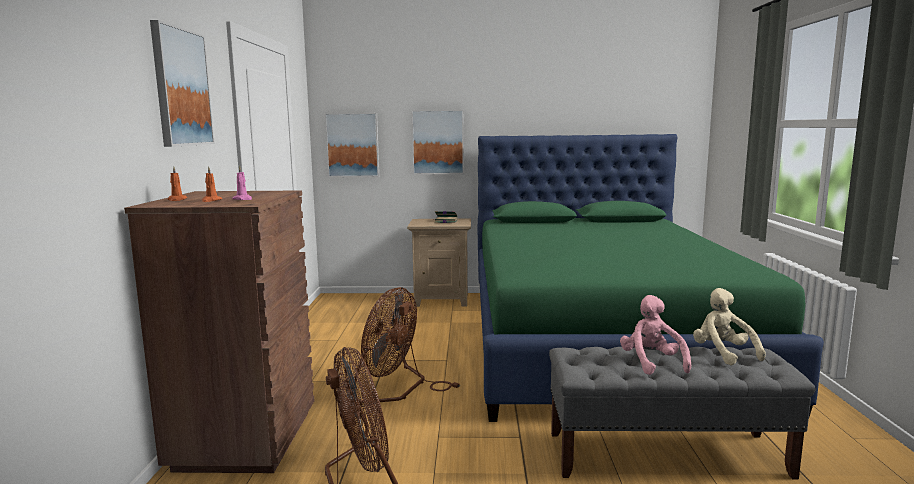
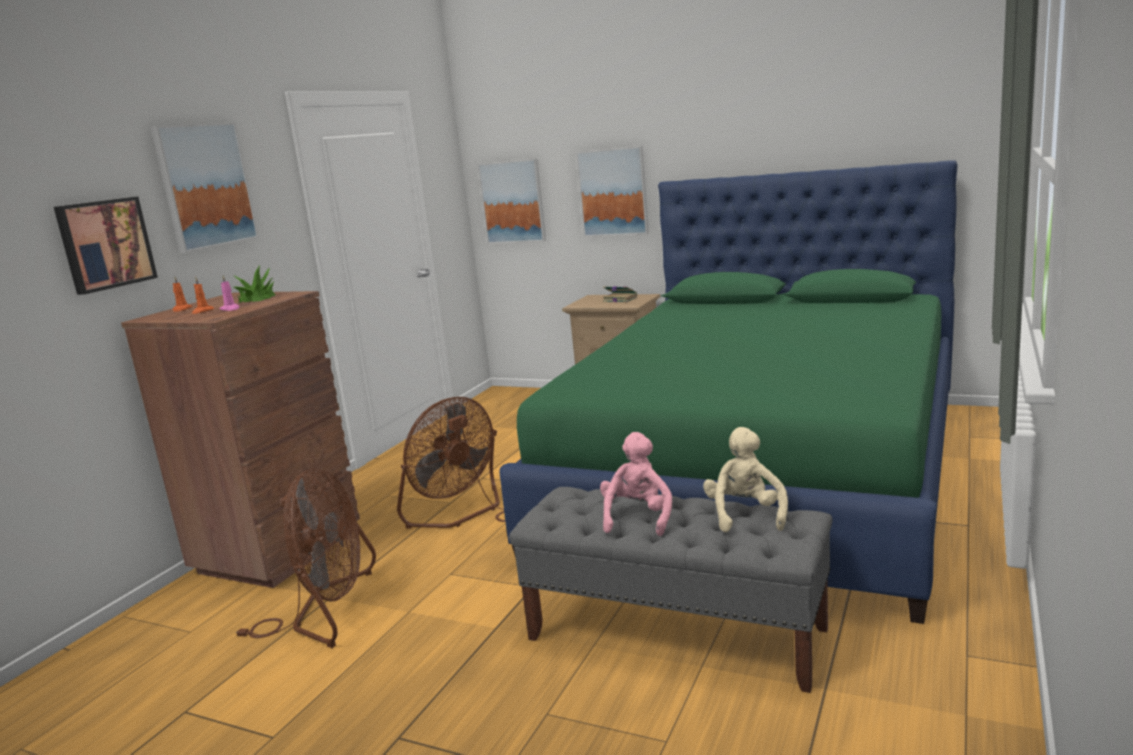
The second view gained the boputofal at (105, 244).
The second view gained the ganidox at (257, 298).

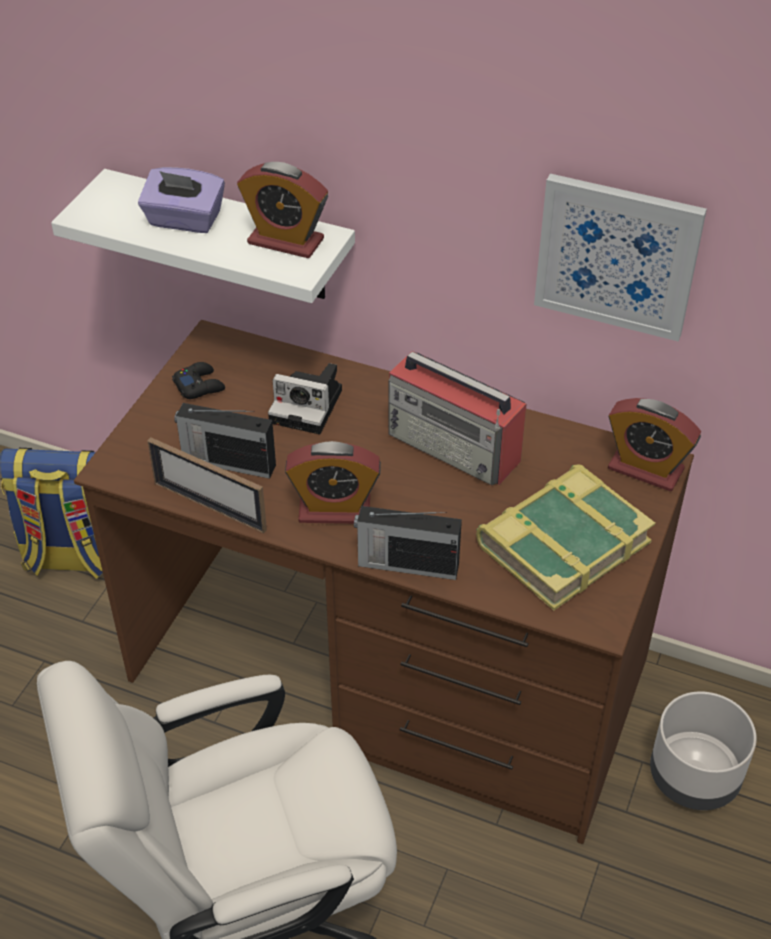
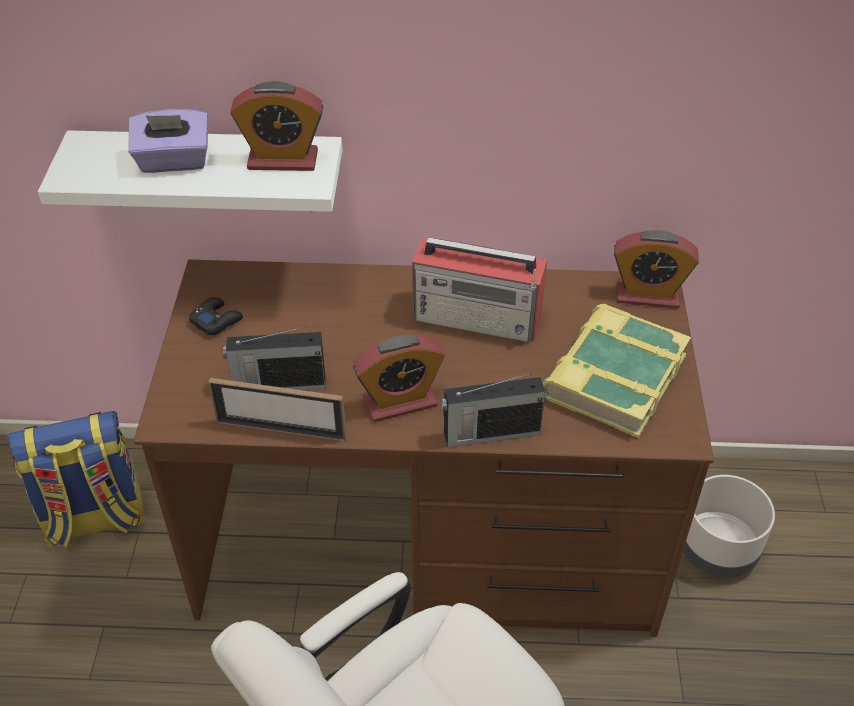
The second view lost the boputofal at (617, 256).
The second view lost the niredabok at (309, 406).

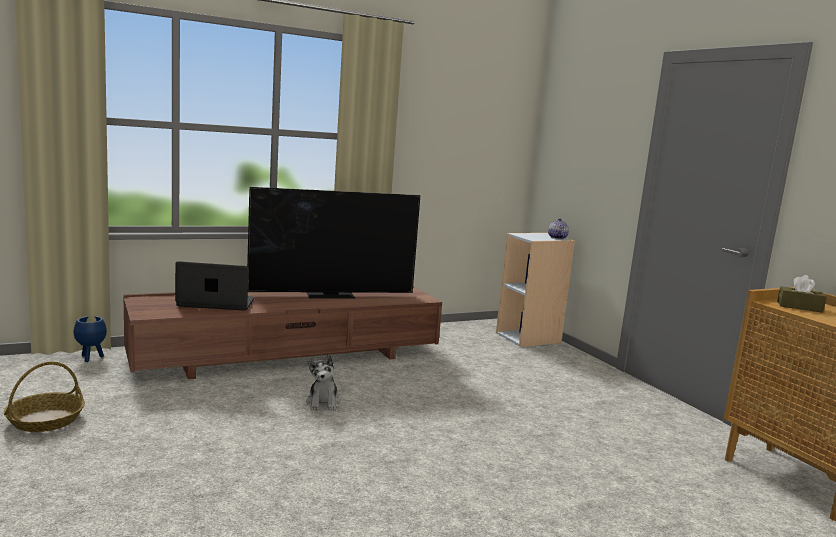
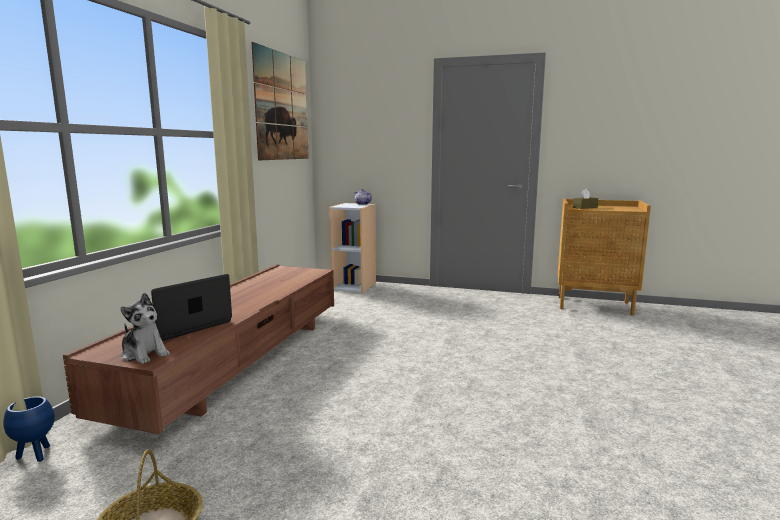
The second view lost the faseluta at (331, 295).
The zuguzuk ended up elsewhere, having gone from (323, 403) to (144, 354).
The second view gained the boputofal at (282, 107).

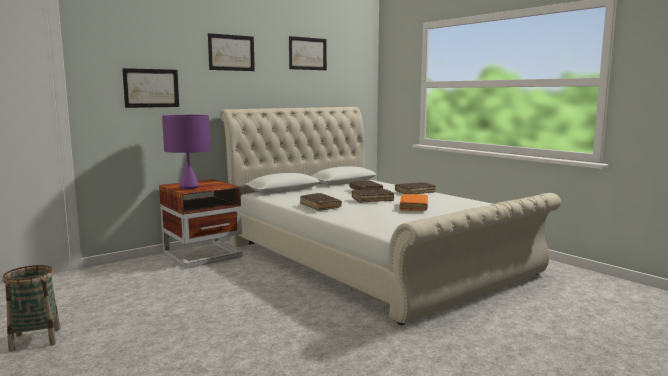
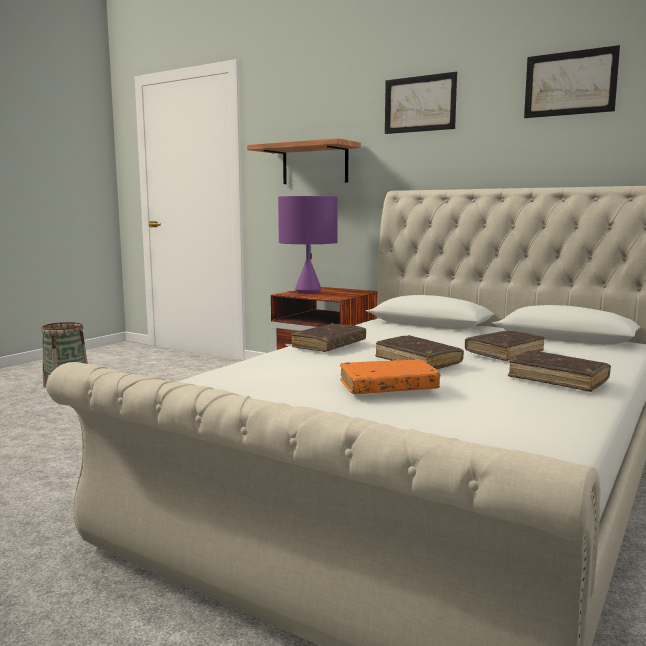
Where the boputofal hung at (151, 88), the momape came to hang at (315, 164).

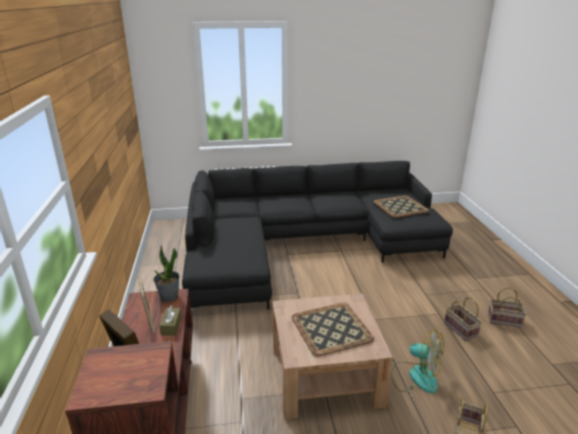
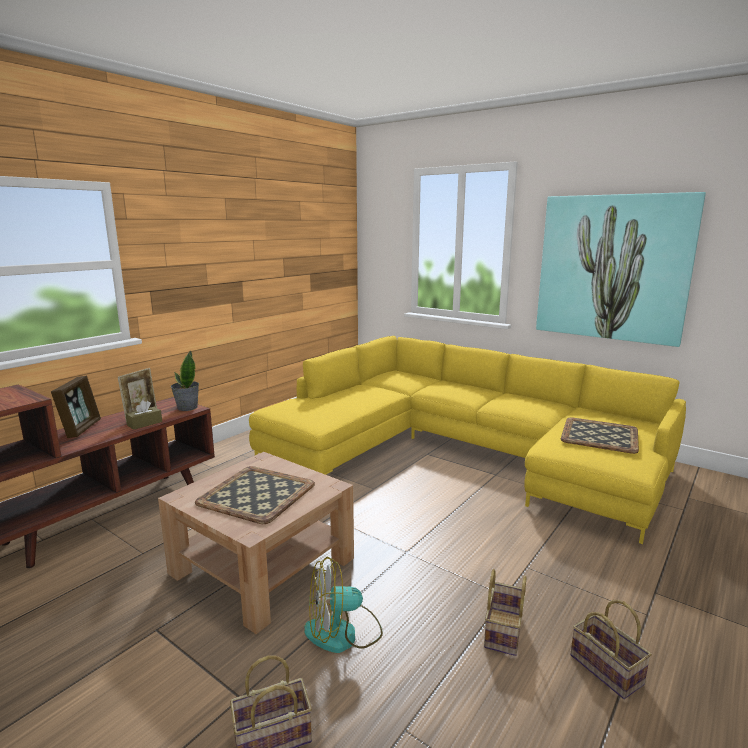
What was the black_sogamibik at (301, 244) turned into the yellow_sogamibik at (458, 451).
The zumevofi at (415, 376) ended up facing another way, 90 degrees clockwise from before.
The second view gained the boputofal at (612, 268).

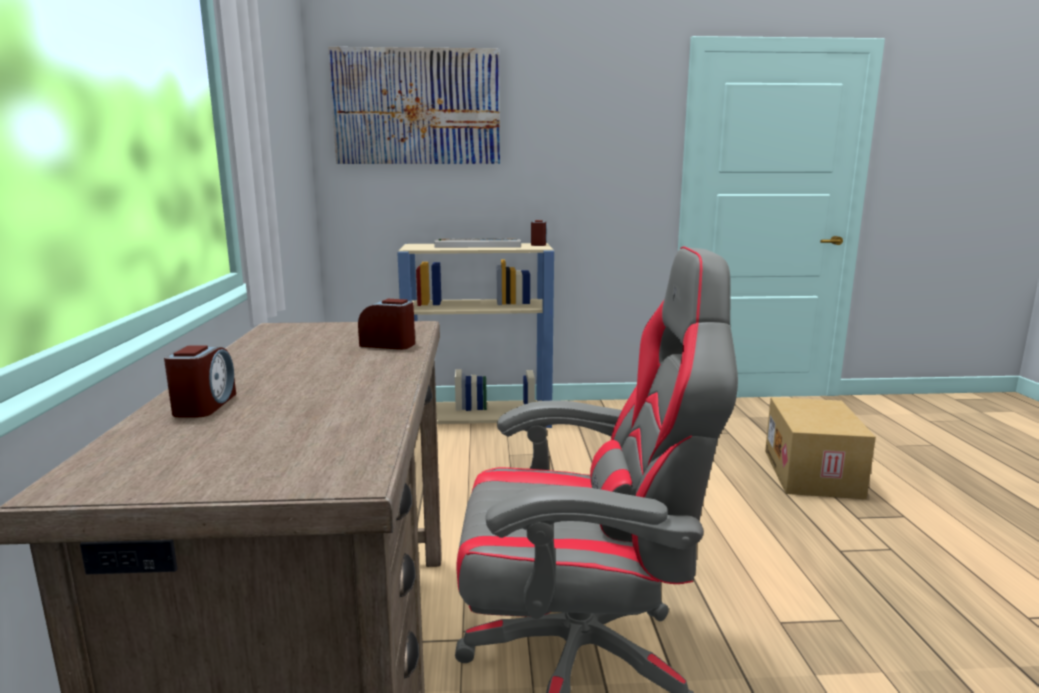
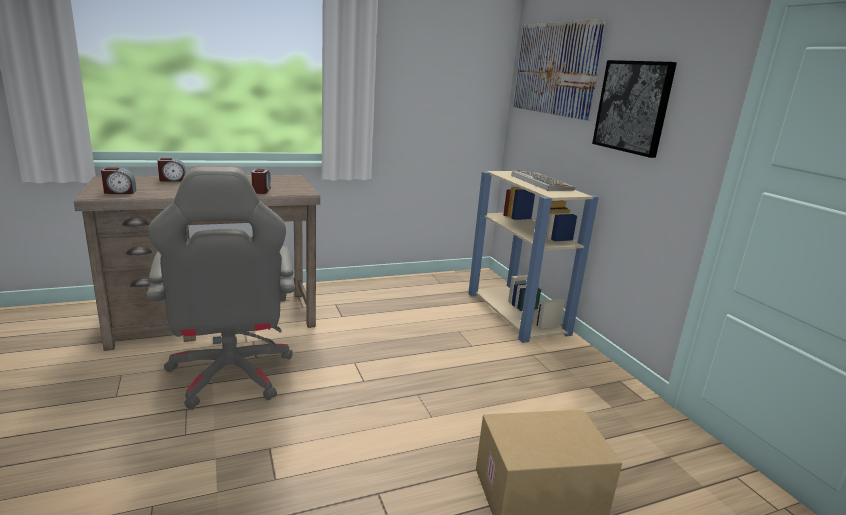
The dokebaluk ended up elsewhere, having gone from (538, 244) to (120, 192).
The second view gained the boputofal at (633, 107).

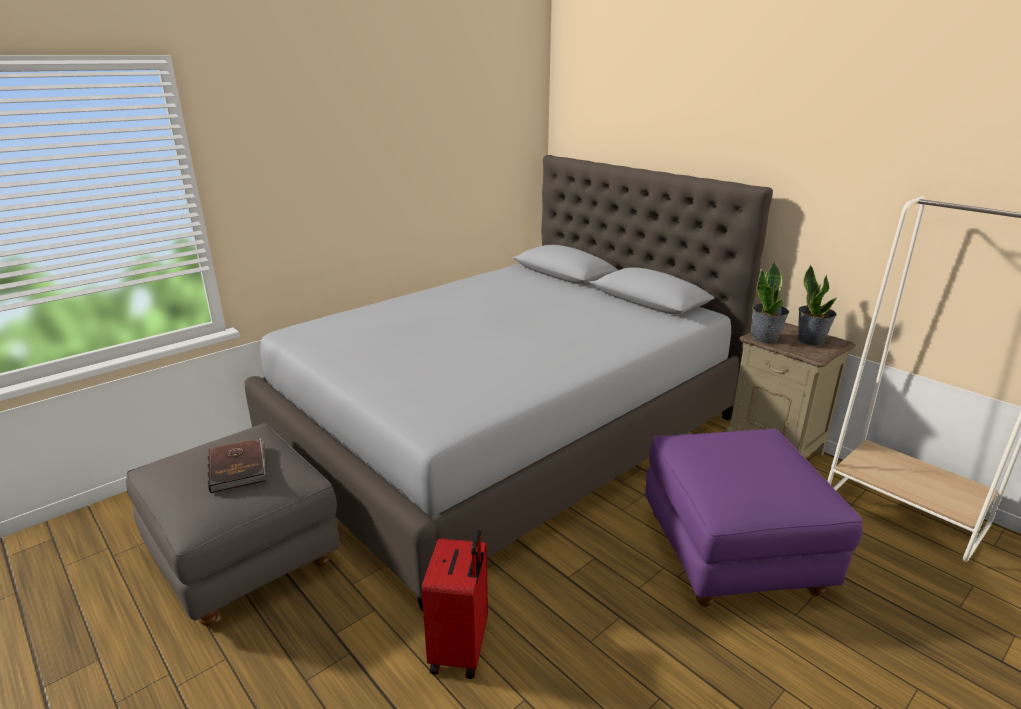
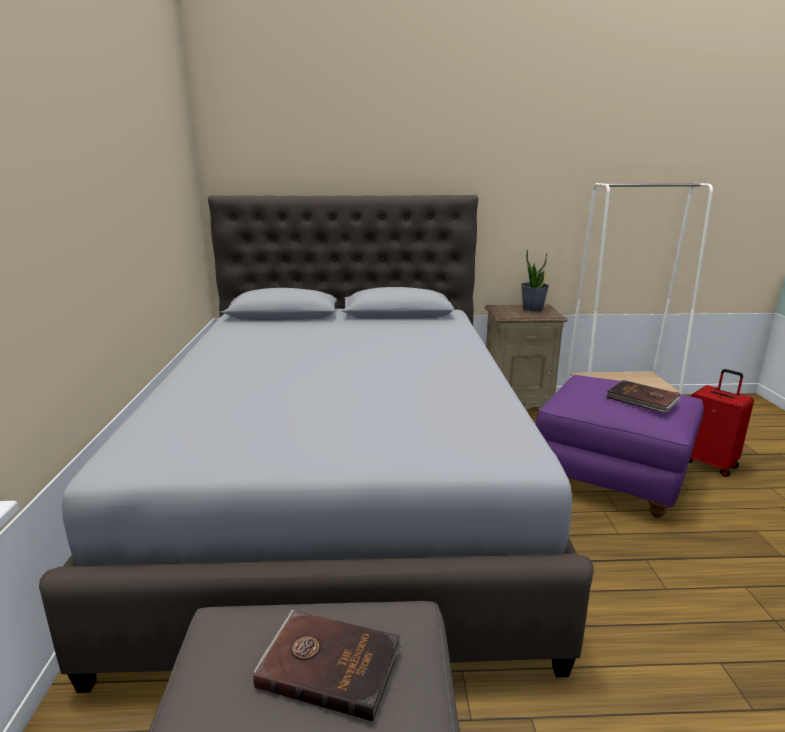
The second view lost the ganidox at (765, 338).
The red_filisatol ended up elsewhere, having gone from (461, 649) to (709, 463).
The second view gained the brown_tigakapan at (642, 399).

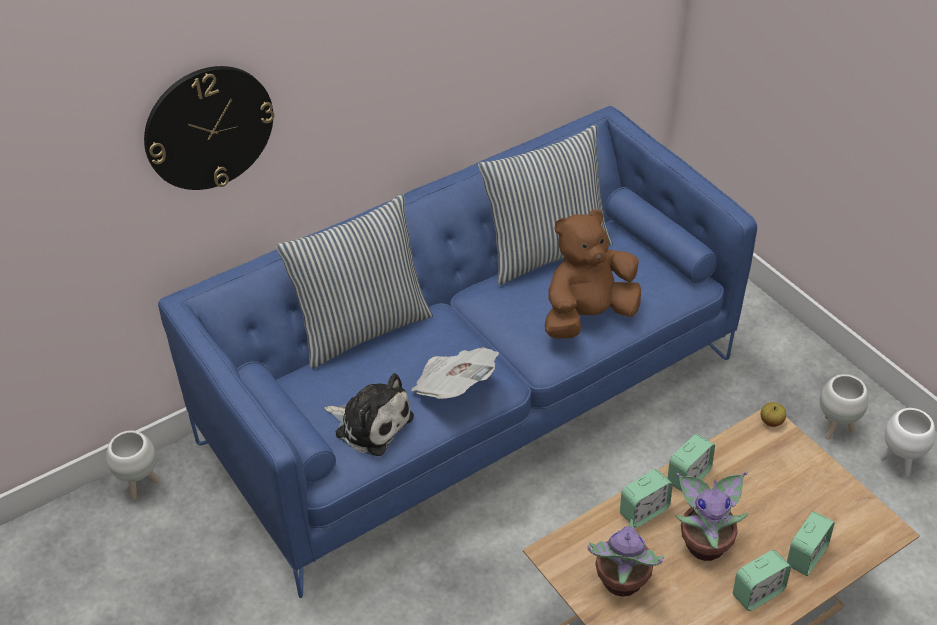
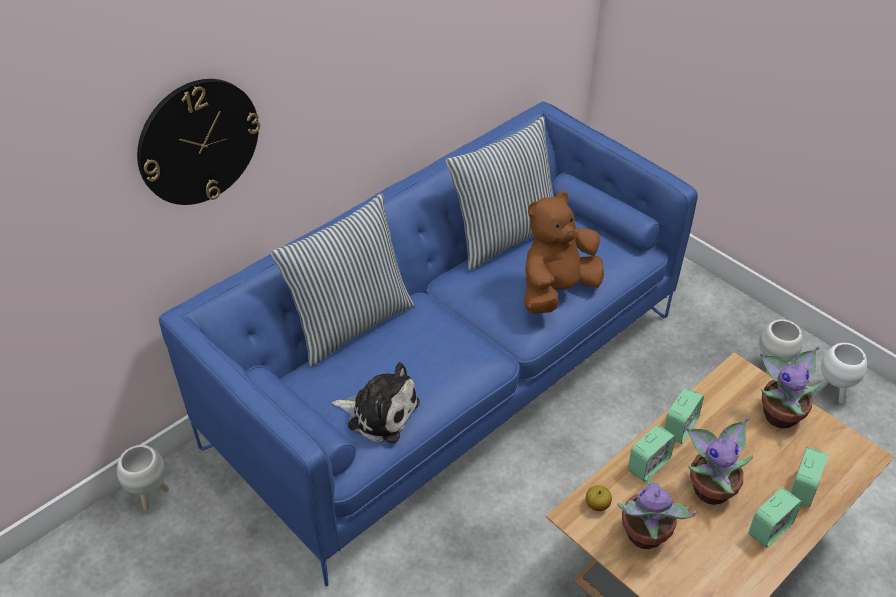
The second view lost the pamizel at (454, 387).
The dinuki ended up elsewhere, having gone from (771, 421) to (597, 504).
The second view gained the ganidox at (779, 413).

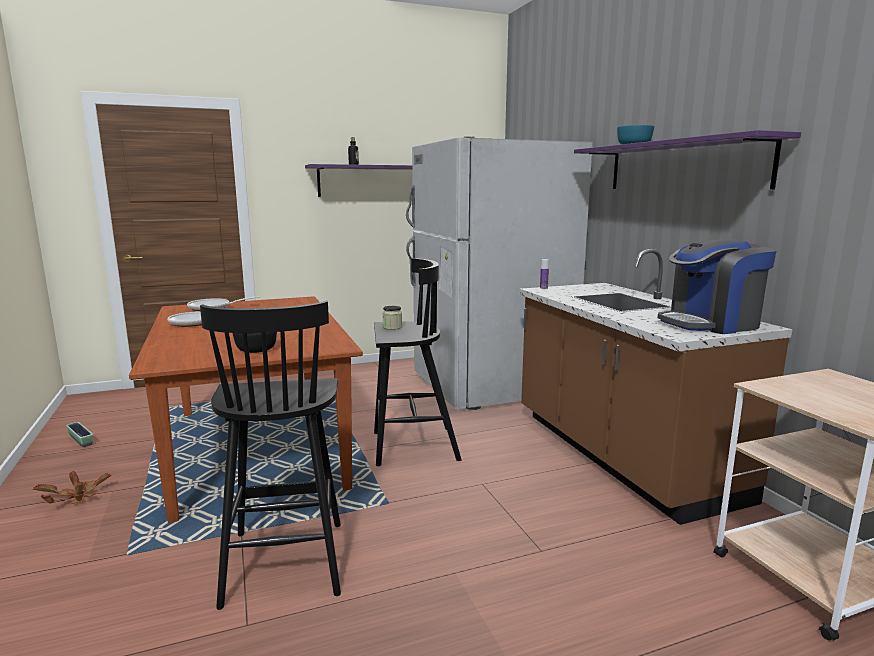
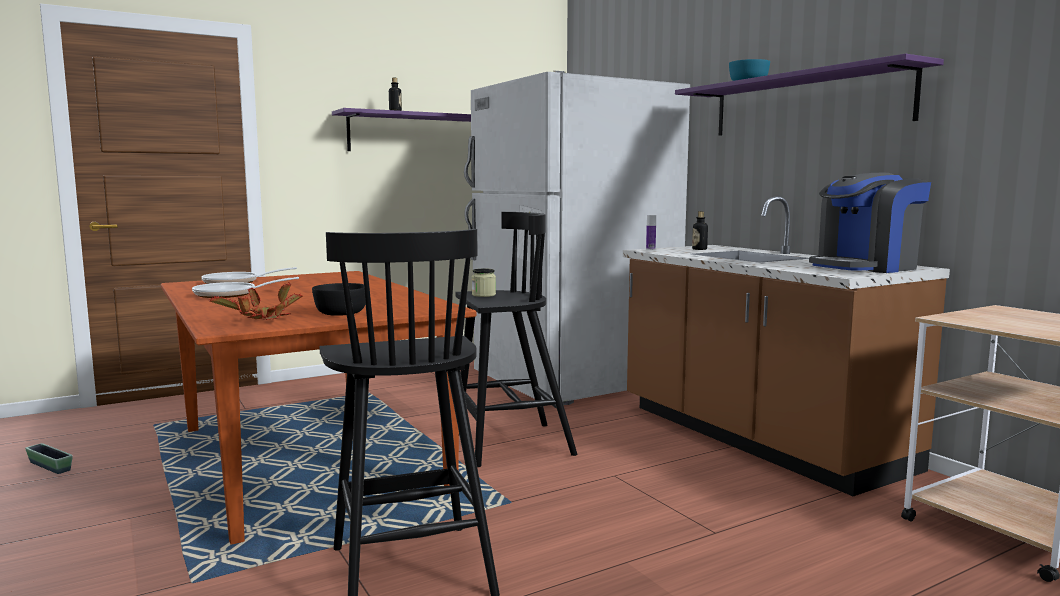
The ganidox ended up elsewhere, having gone from (76, 498) to (262, 320).
The second view gained the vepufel at (699, 249).

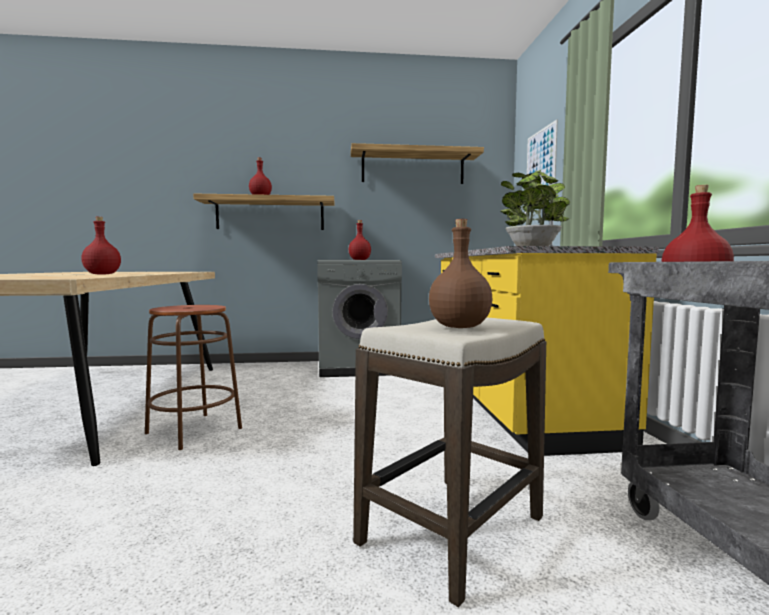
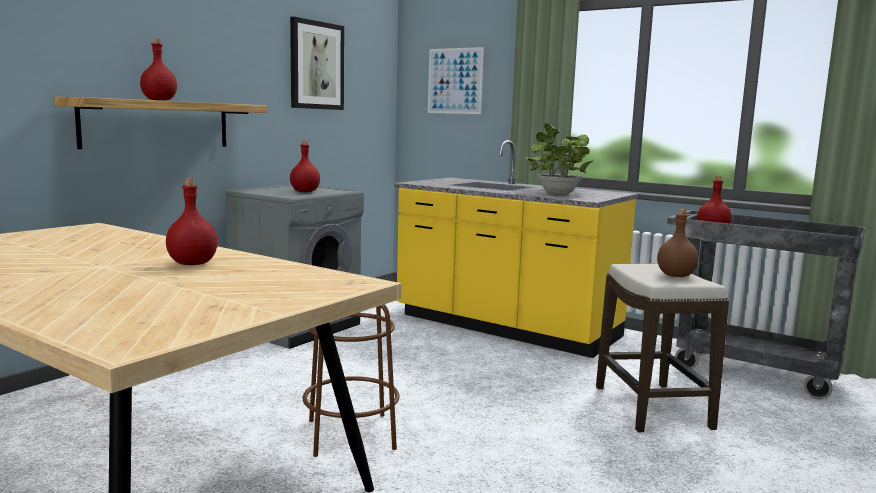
Where the momape hung at (413, 168), the boputofal came to hang at (316, 65).

